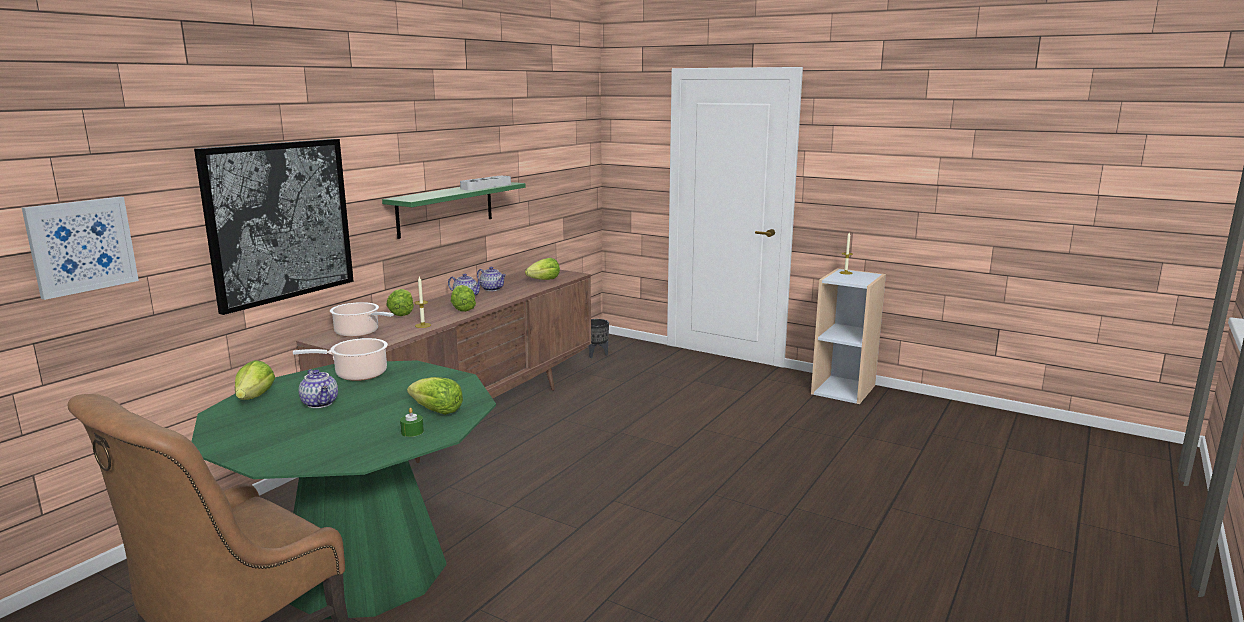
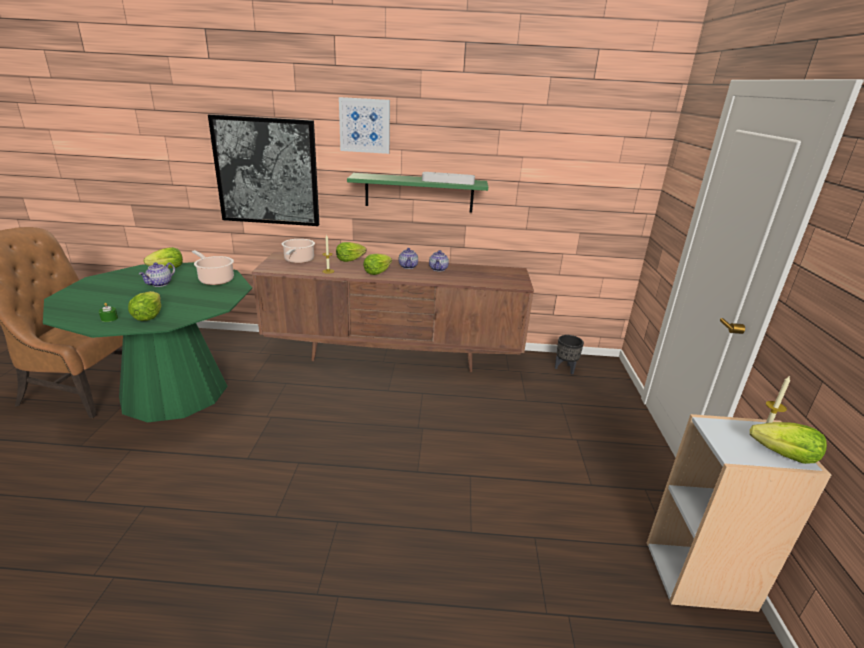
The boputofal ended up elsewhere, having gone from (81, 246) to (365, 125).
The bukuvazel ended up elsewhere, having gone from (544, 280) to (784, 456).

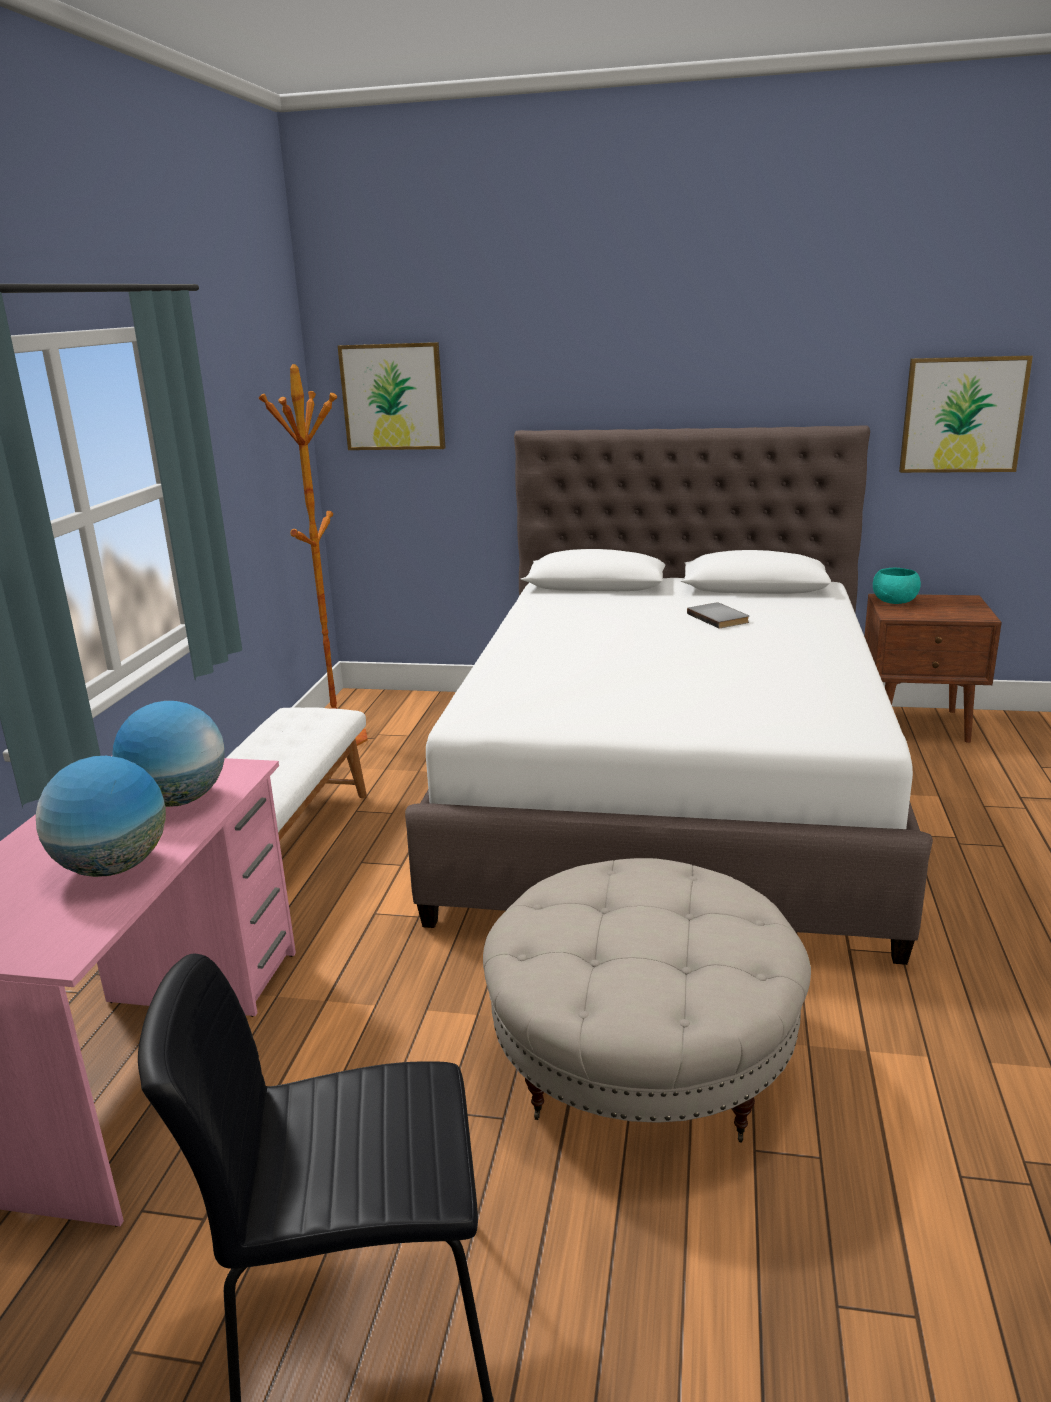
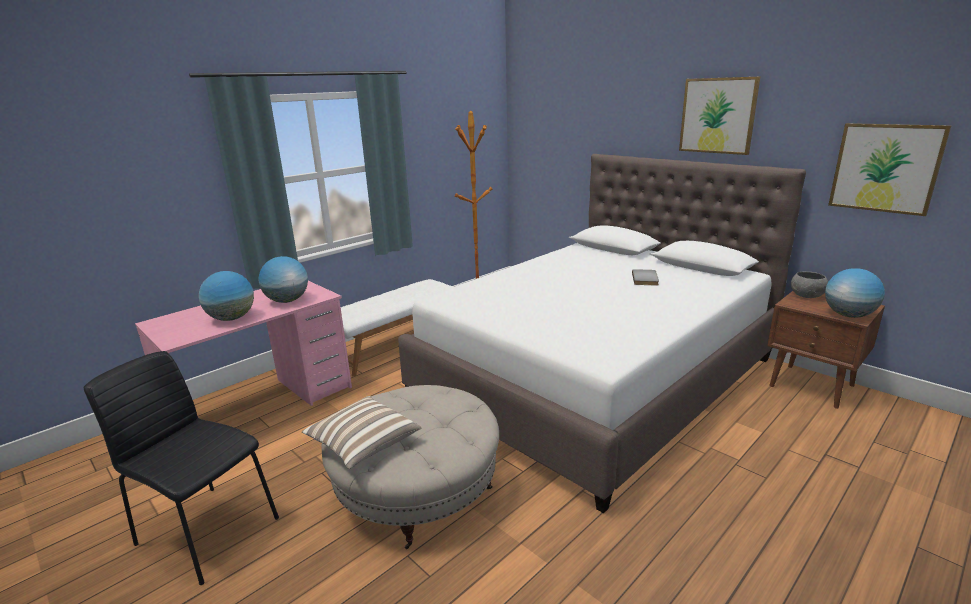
The boputofal ended up elsewhere, having gone from (393, 397) to (718, 115).
What was the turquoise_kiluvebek at (895, 602) turned into the grey_kiluvebek at (807, 296).
The second view gained the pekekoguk at (848, 315).
The second view gained the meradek at (363, 444).

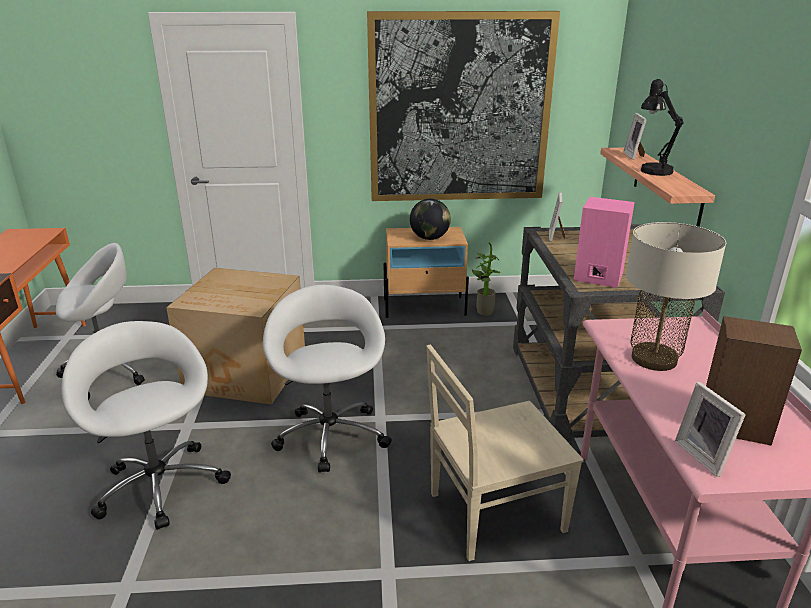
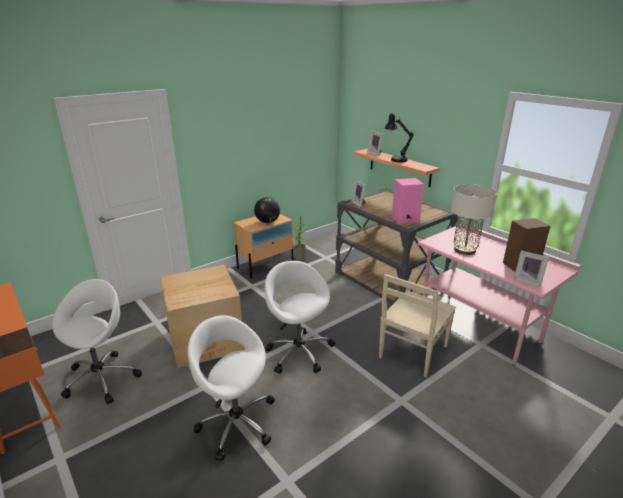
The second view lost the boputofal at (459, 109).

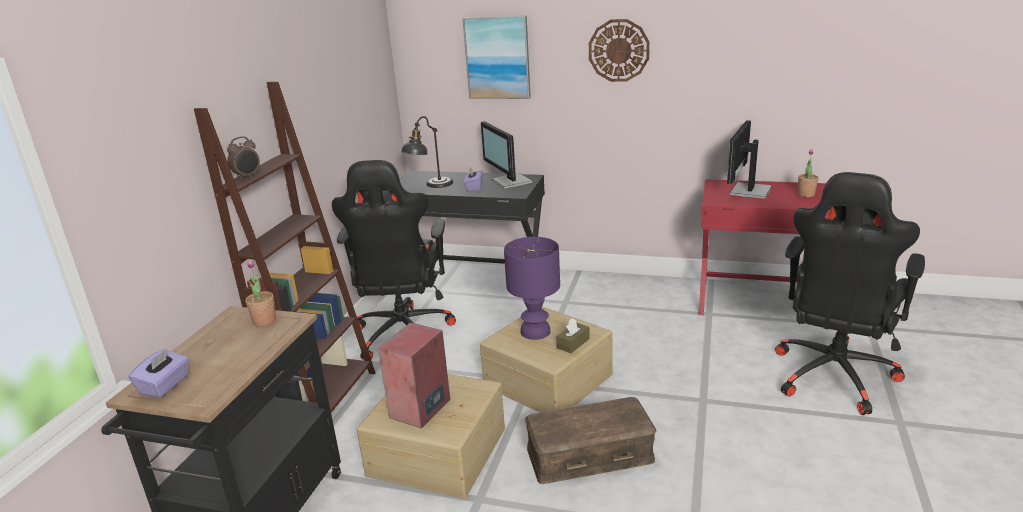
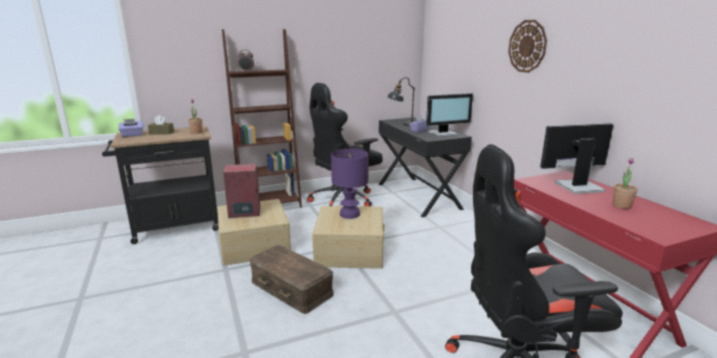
The second view lost the boputofal at (497, 57).
The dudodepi at (510, 181) ended up facing another way, 135 degrees counterclockwise from before.
The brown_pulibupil ended up elsewhere, having gone from (573, 343) to (161, 132).

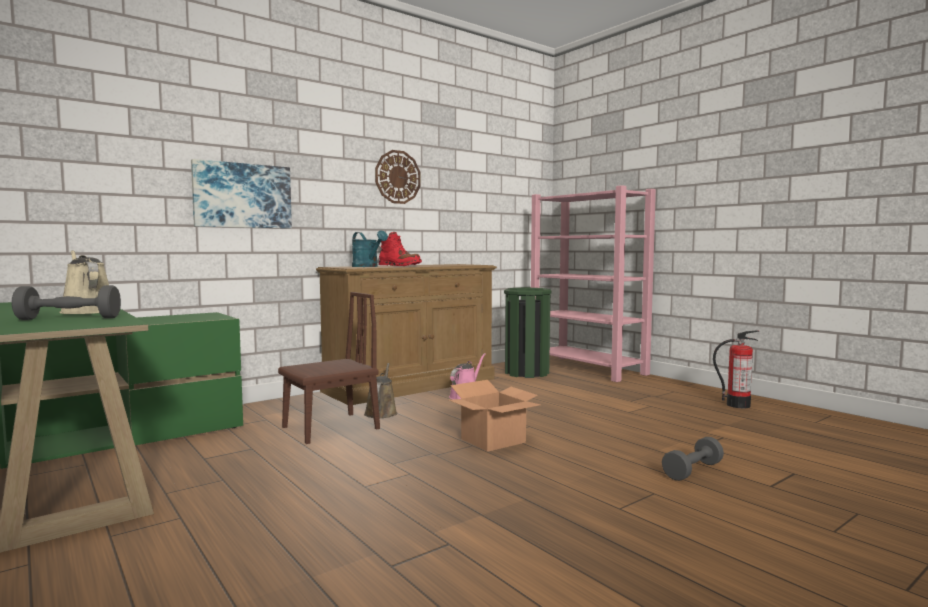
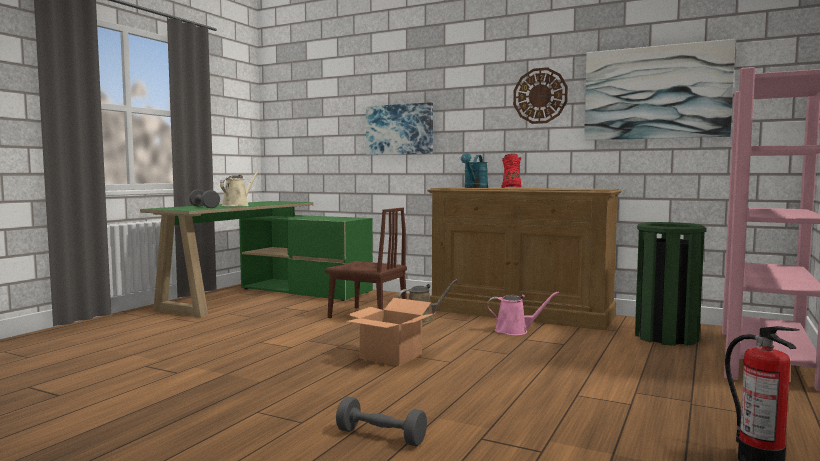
The second view gained the boputofal at (655, 93).

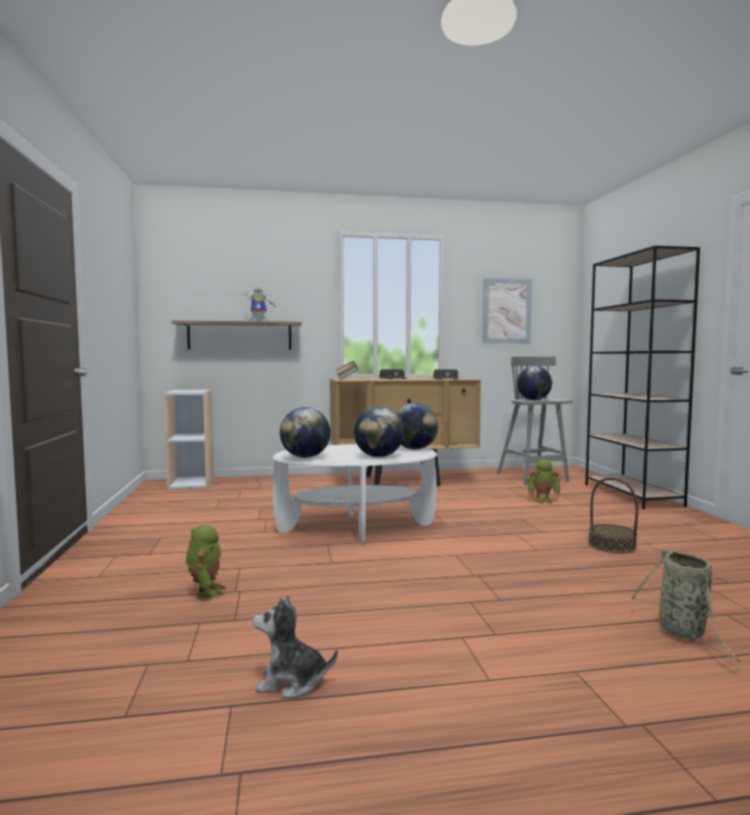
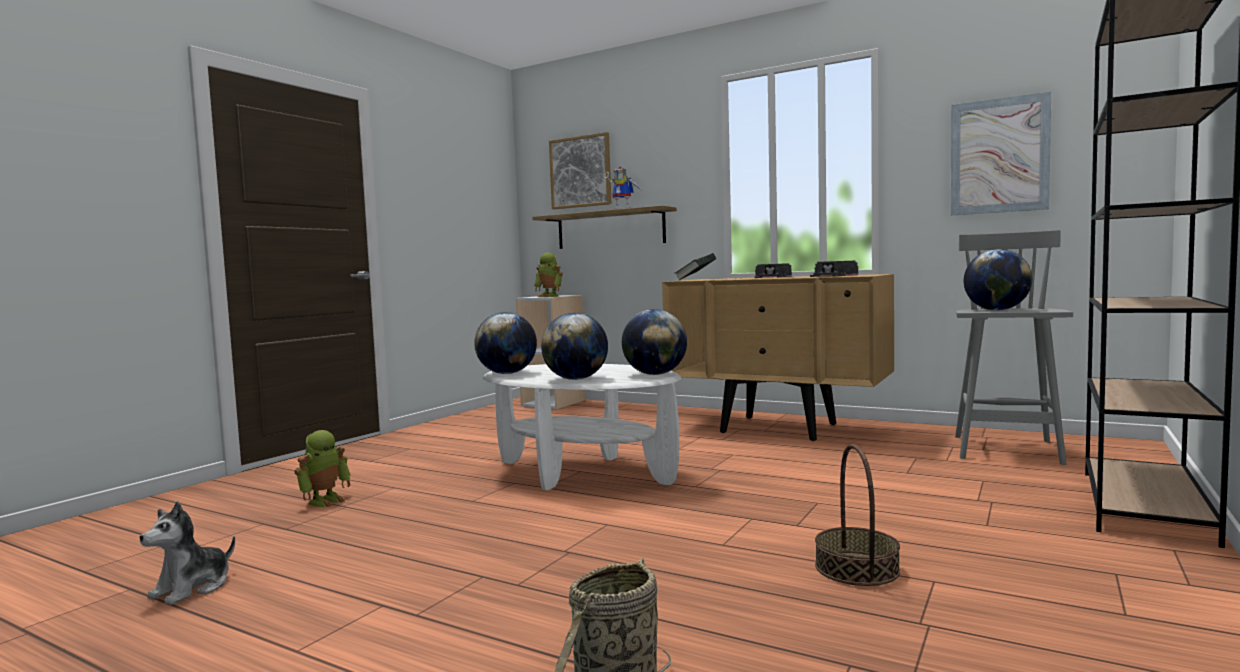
The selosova ended up elsewhere, having gone from (543, 500) to (549, 296).
The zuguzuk at (291, 682) ended up facing another way, 105 degrees counterclockwise from before.
The second view gained the boputofal at (581, 172).

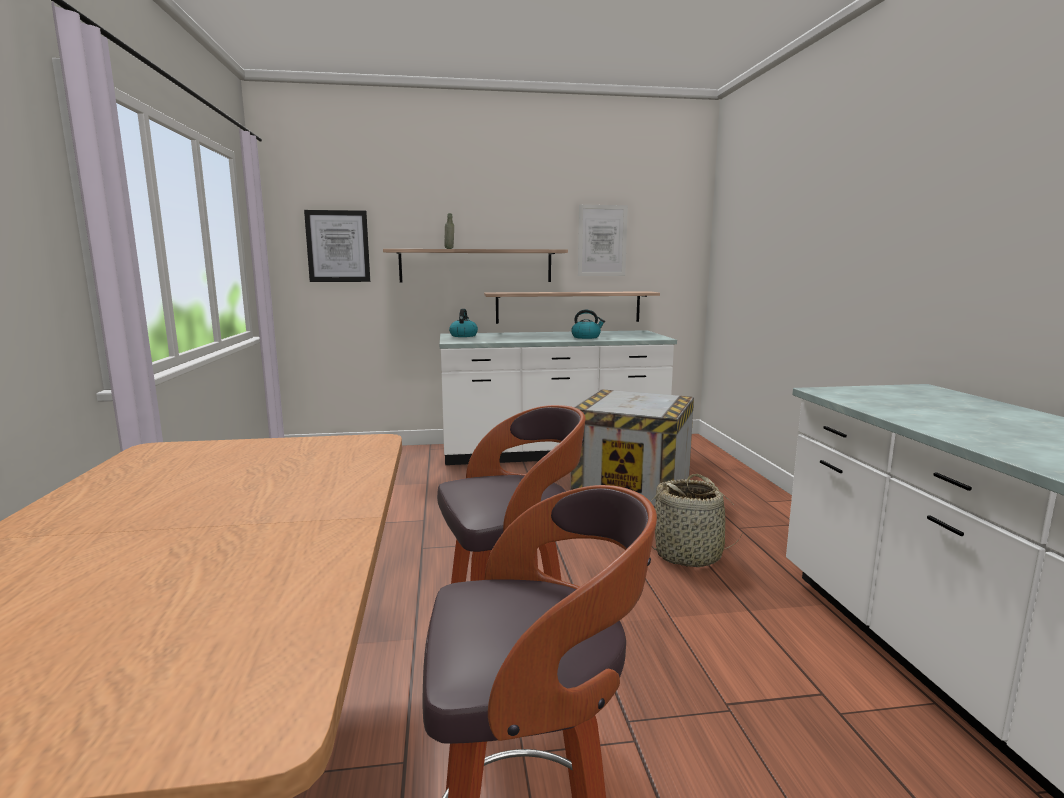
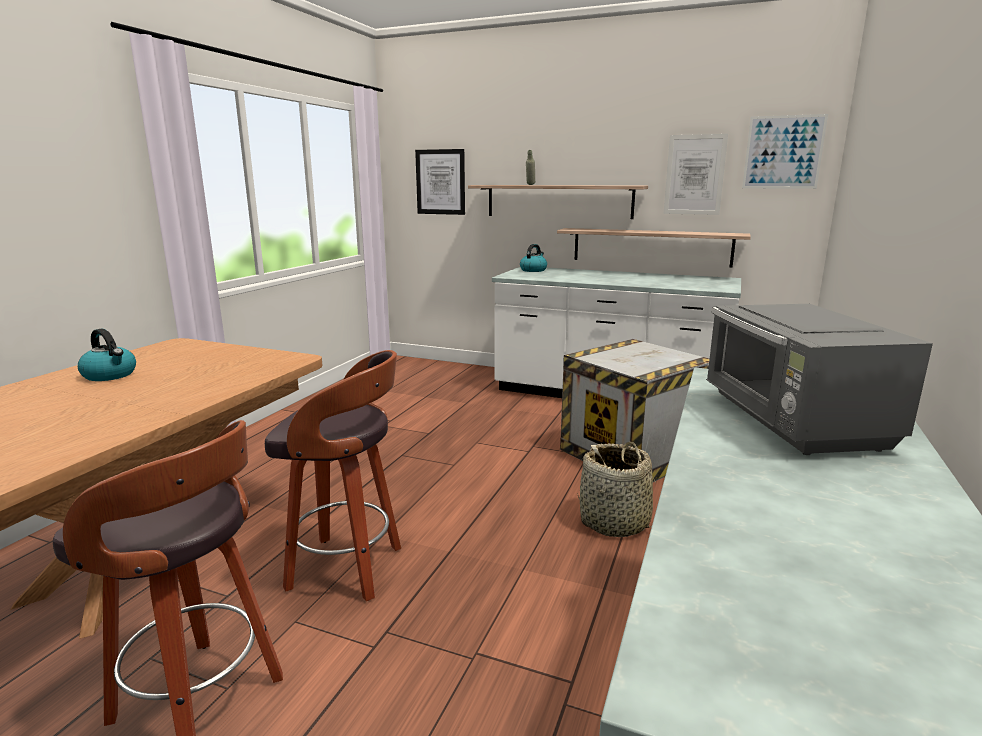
The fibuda ended up elsewhere, having gone from (586, 337) to (110, 375).
The second view gained the boputofal at (783, 152).
The second view gained the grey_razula at (793, 422).

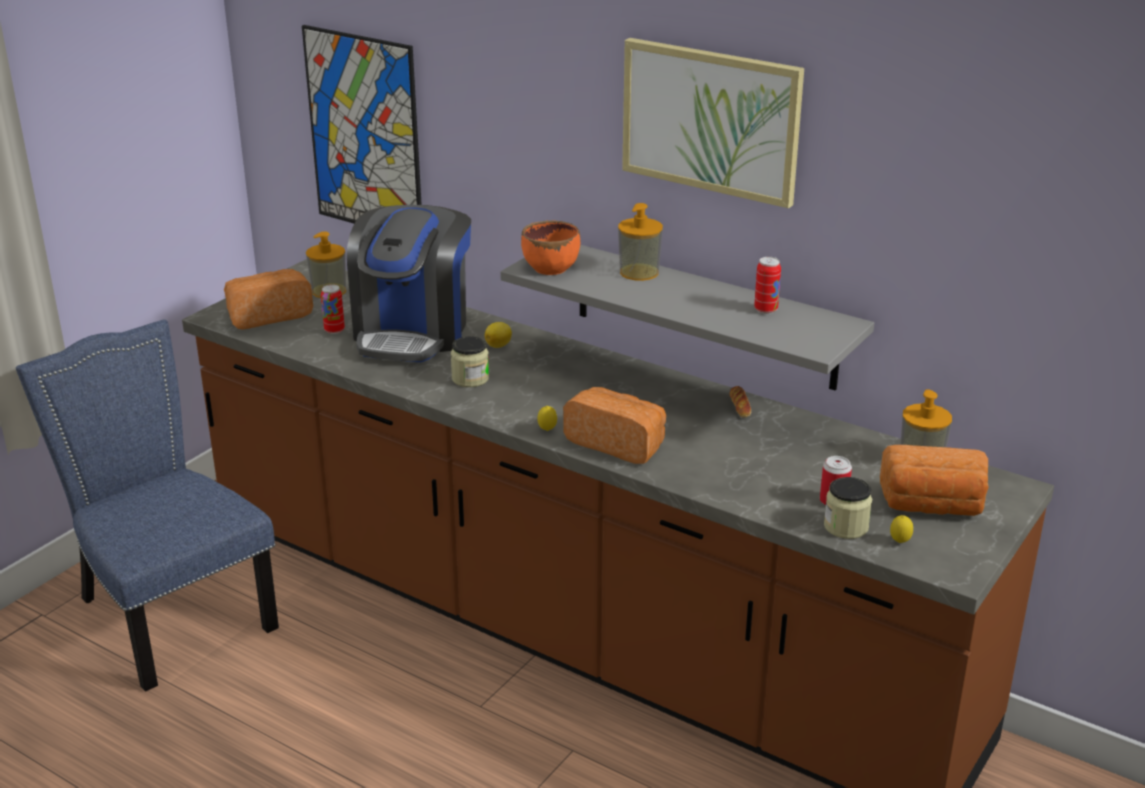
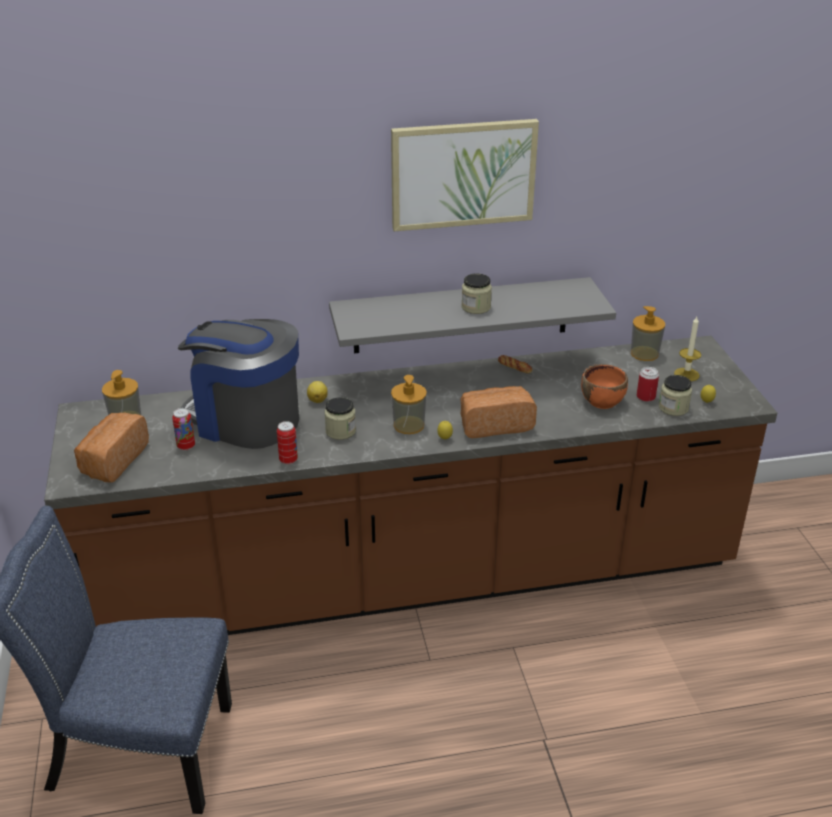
The second view lost the boputofal at (364, 134).
The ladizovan ended up elsewhere, having gone from (639, 272) to (408, 425).
The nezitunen at (413, 332) ended up facing another way, 150 degrees clockwise from before.
The orange_kiluvebek ended up elsewhere, having gone from (551, 268) to (602, 401).
The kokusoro ended up elsewhere, having gone from (765, 310) to (288, 460).
Where the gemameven stood at (932, 505), the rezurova came to stand at (686, 374).
The second view gained the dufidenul at (476, 307).

